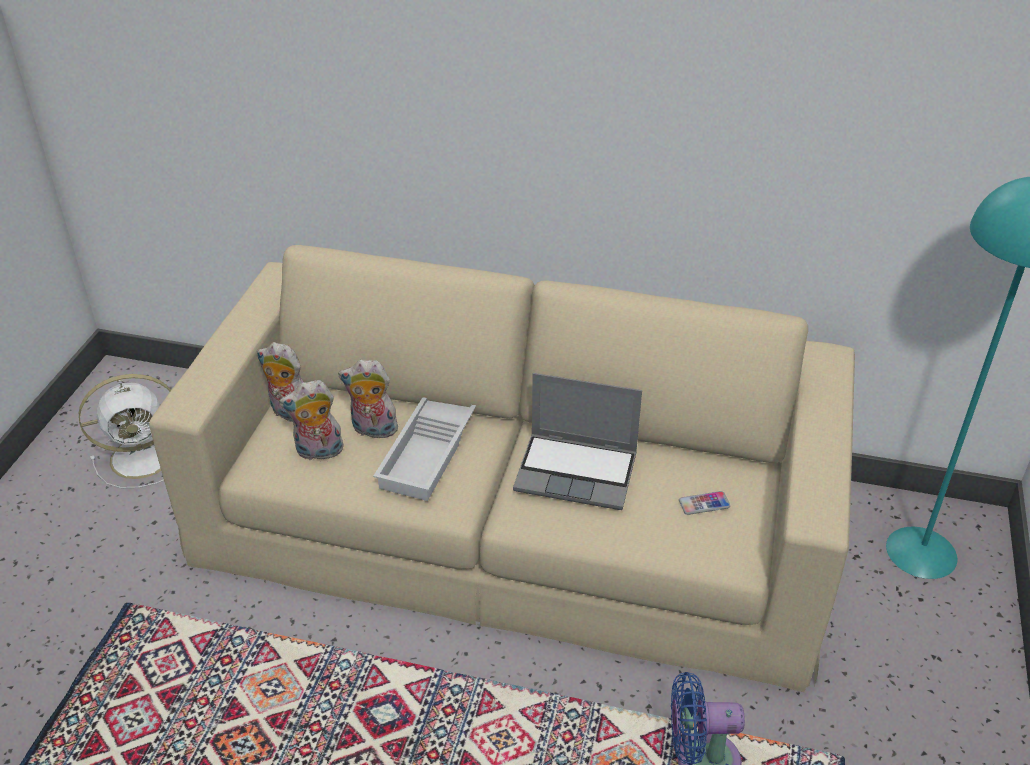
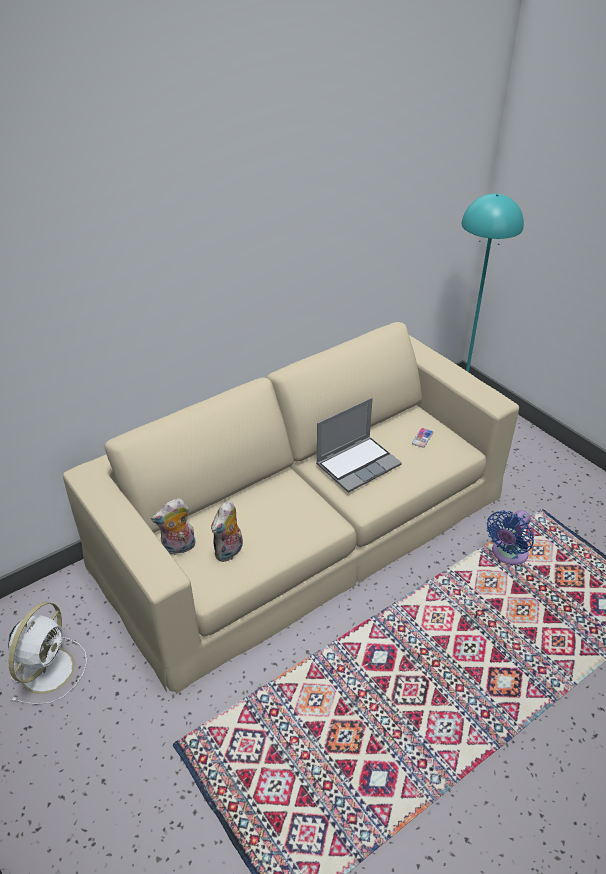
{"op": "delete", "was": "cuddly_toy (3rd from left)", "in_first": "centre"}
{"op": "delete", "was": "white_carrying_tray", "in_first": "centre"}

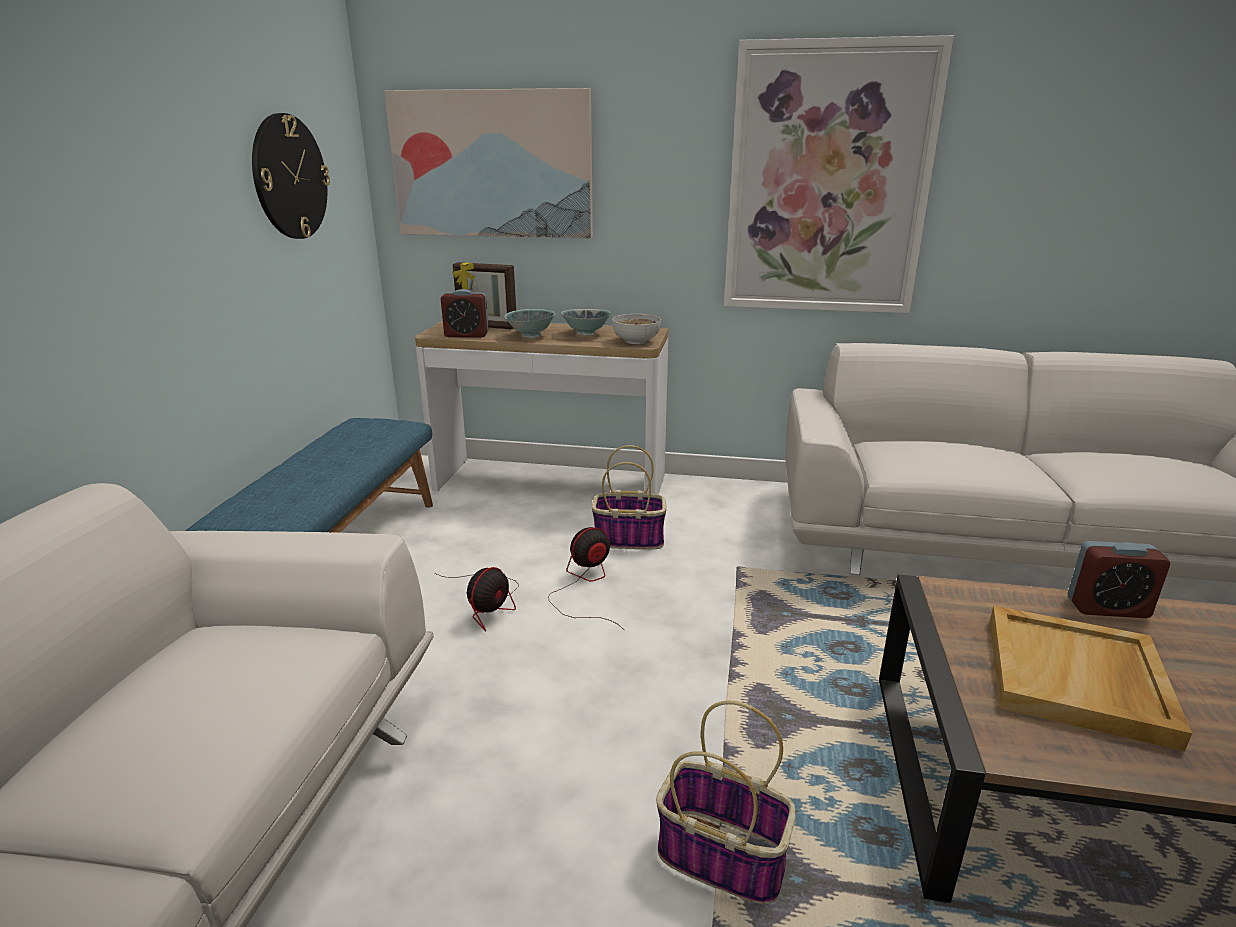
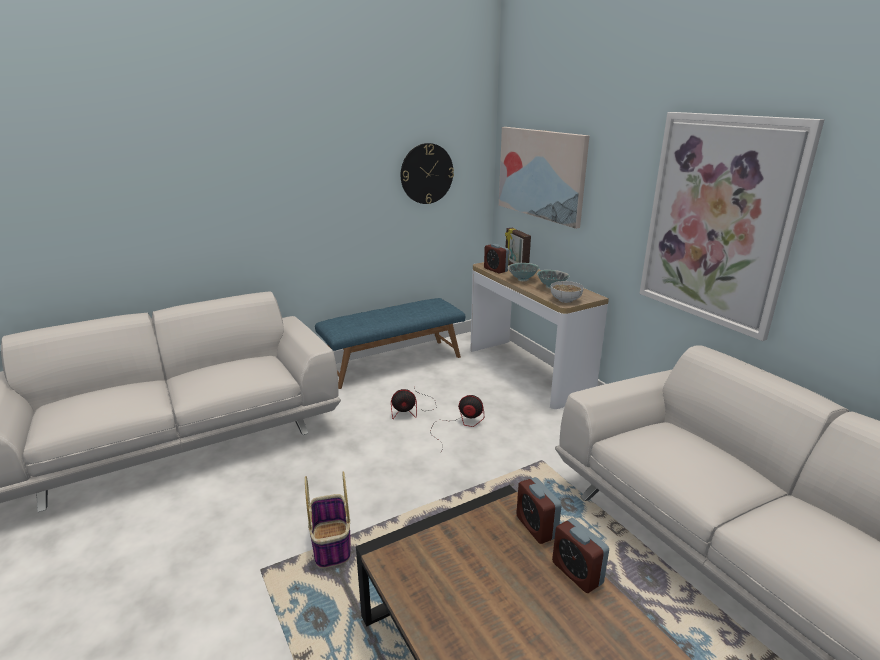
{"op": "delete", "was": "basket (1st from left)", "in_first": "centre"}
{"op": "delete", "was": "sand-coloured_carrying_tray", "in_first": "bottom right"}
{"op": "insert", "now": "table_clock (2nd from left)", "in_second": "bottom centre"}

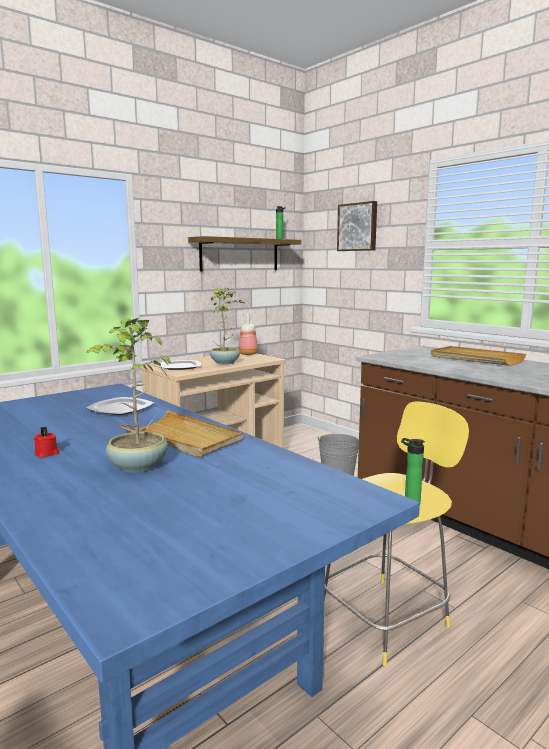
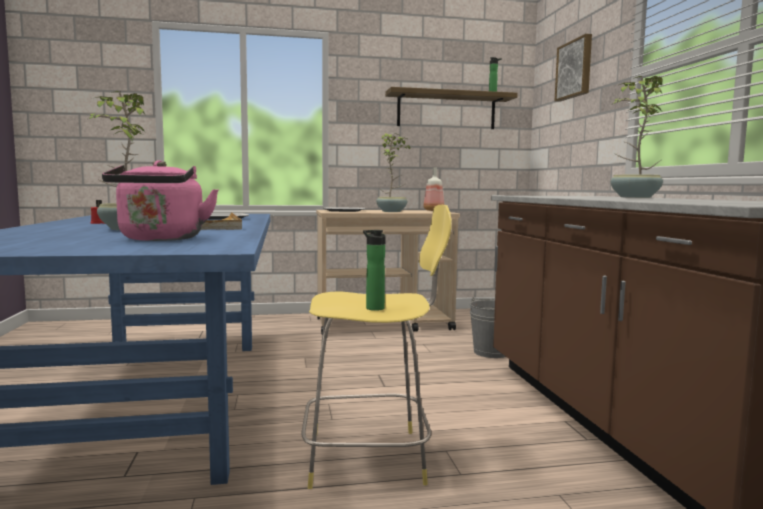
{"op": "replace", "was": "sand-coloured_carrying_tray (2nd from left)", "now": "plant_in_a_pot (3rd from left)", "in_first": "middle right", "in_second": "top right"}
{"op": "insert", "now": "pink-coloured_water_kettle", "in_second": "middle left"}

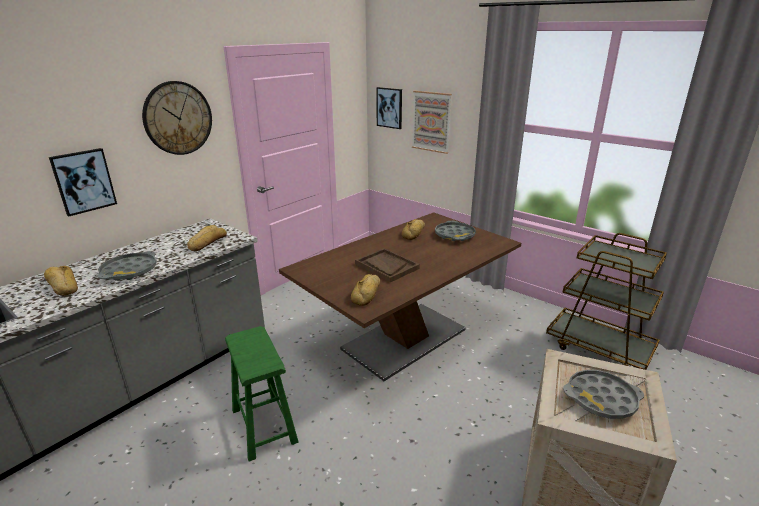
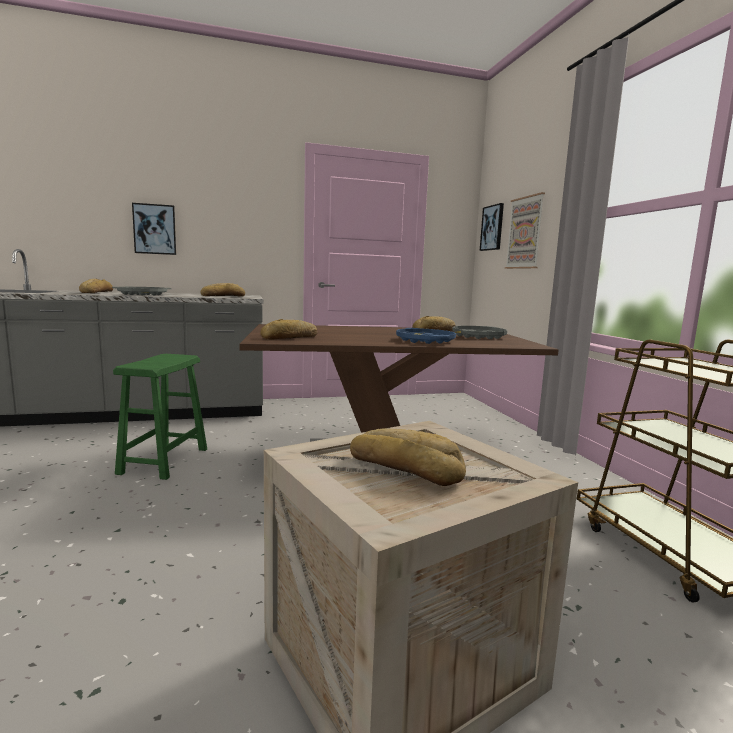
{"op": "delete", "was": "clock_on_the_wall", "in_first": "top left"}
{"op": "delete", "was": "brown_carrying_tray", "in_first": "centre"}
{"op": "replace", "was": "greyish_carrying_tray (3rd from left)", "now": "bread (4th from left)", "in_first": "bottom right", "in_second": "centre"}
{"op": "insert", "now": "bluish_carrying_tray", "in_second": "centre"}

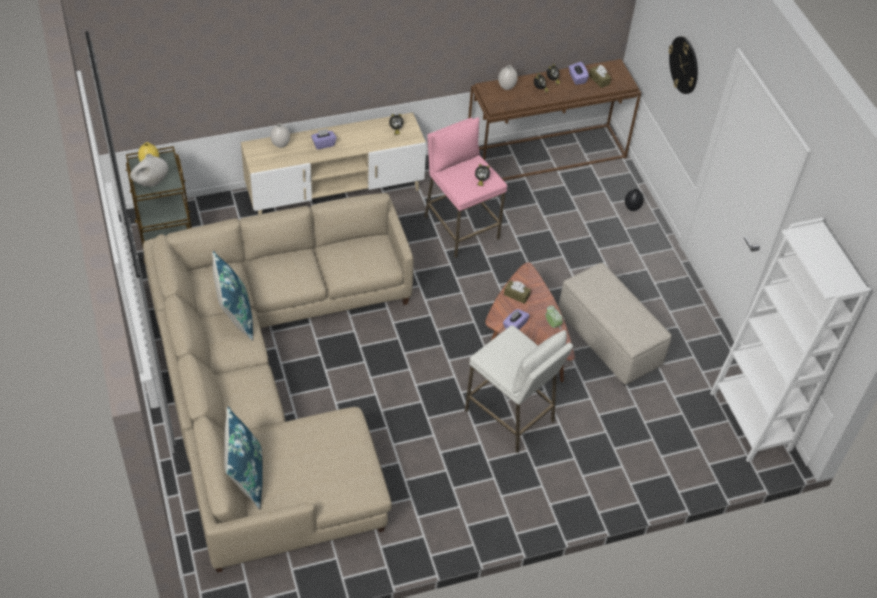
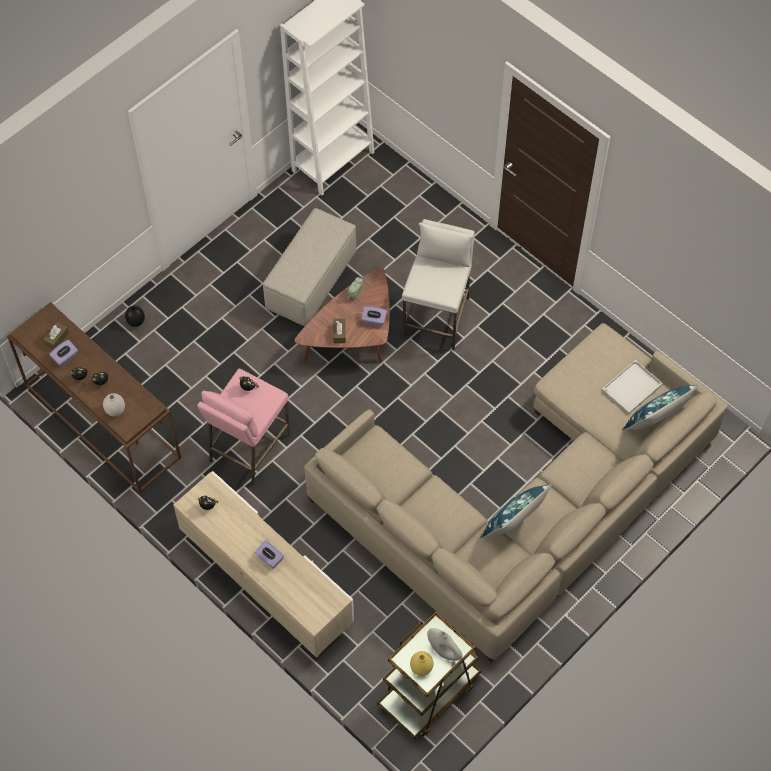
{"op": "delete", "was": "white_decorative_vase (2nd from left)", "in_first": "top left"}
{"op": "delete", "was": "clock_on_the_wall", "in_first": "top right"}
{"op": "insert", "now": "white_carrying_tray", "in_second": "middle right"}

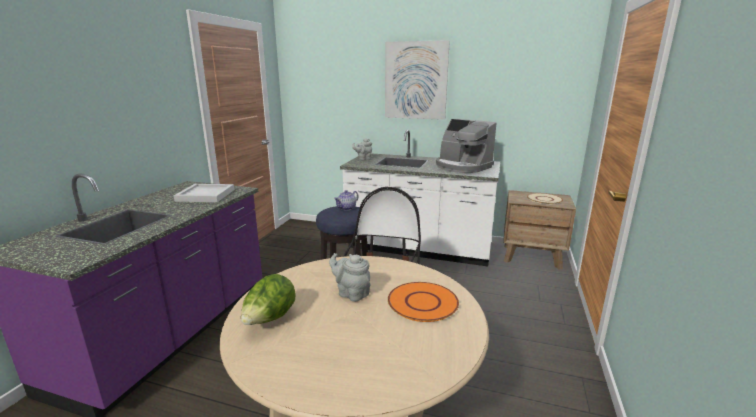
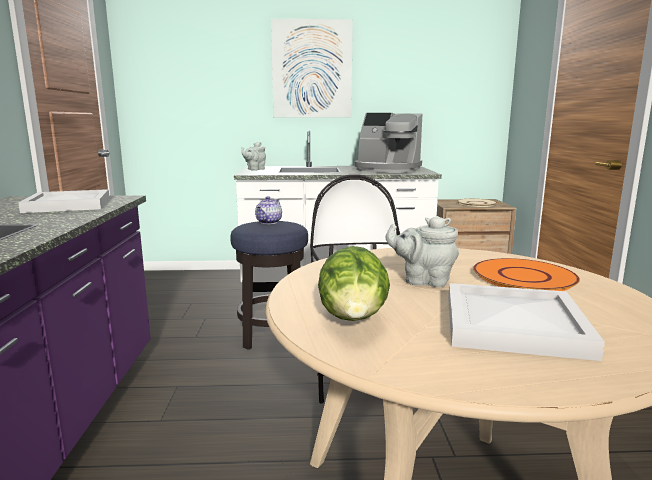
{"op": "insert", "now": "white_carrying_tray (2nd from left)", "in_second": "bottom right"}

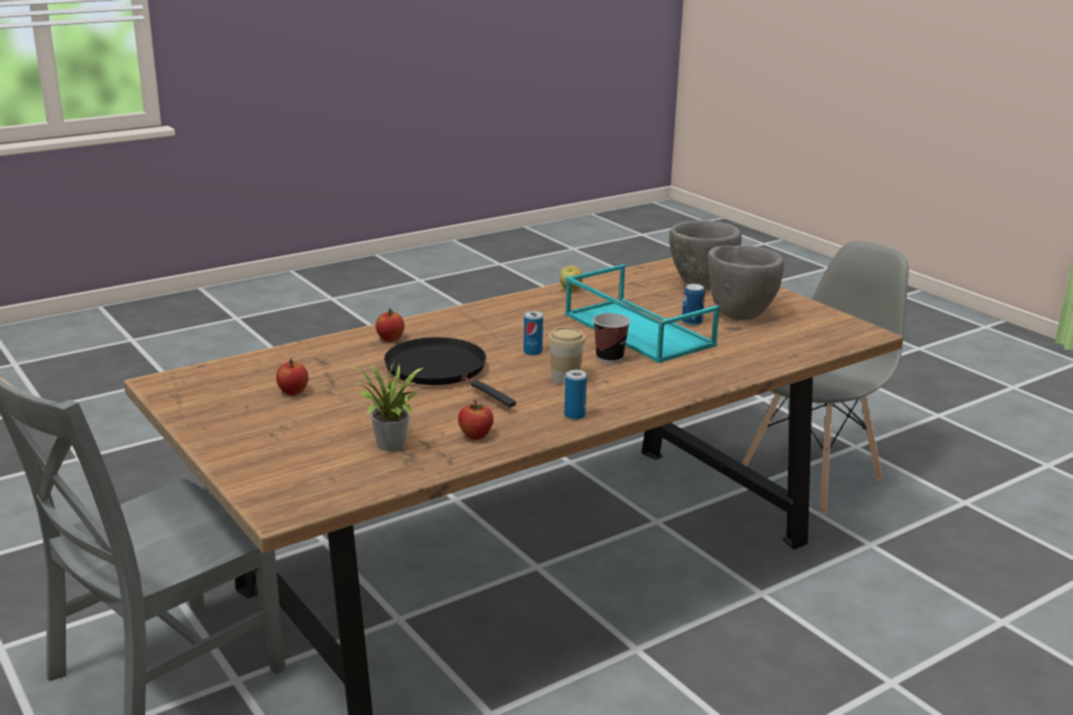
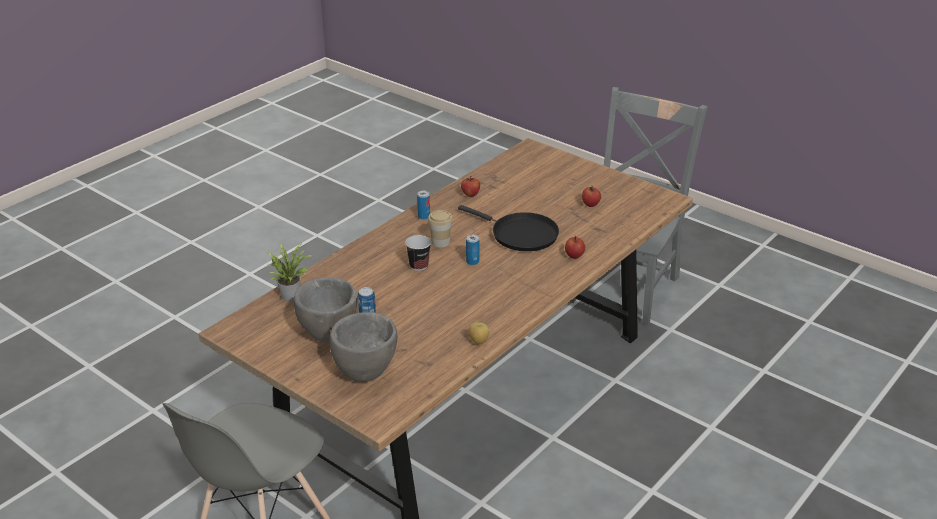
{"op": "move", "was": "plant_in_a_pot", "in_first": "centre", "in_second": "middle left"}
{"op": "delete", "was": "turquoise-coloured_carrying_tray", "in_first": "centre"}

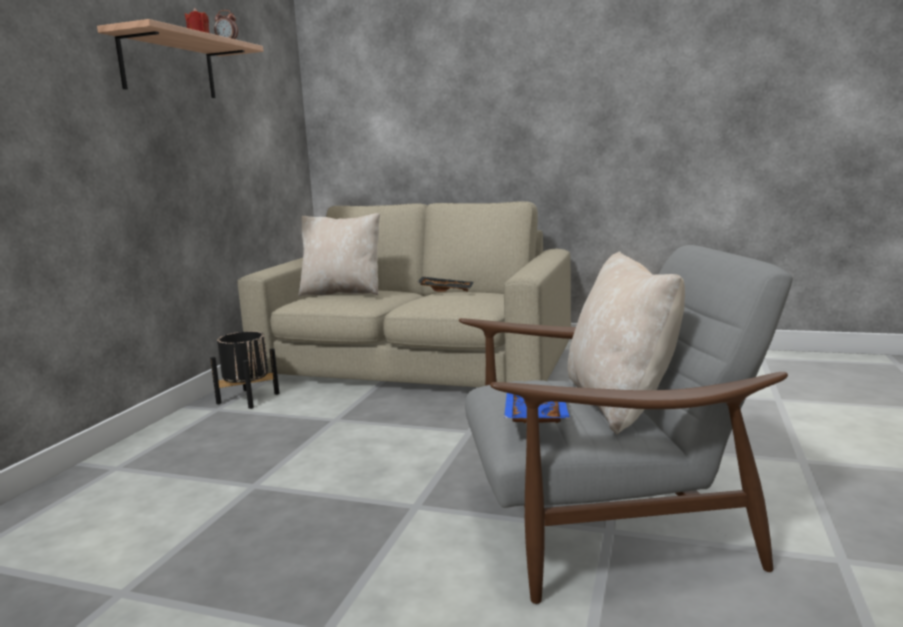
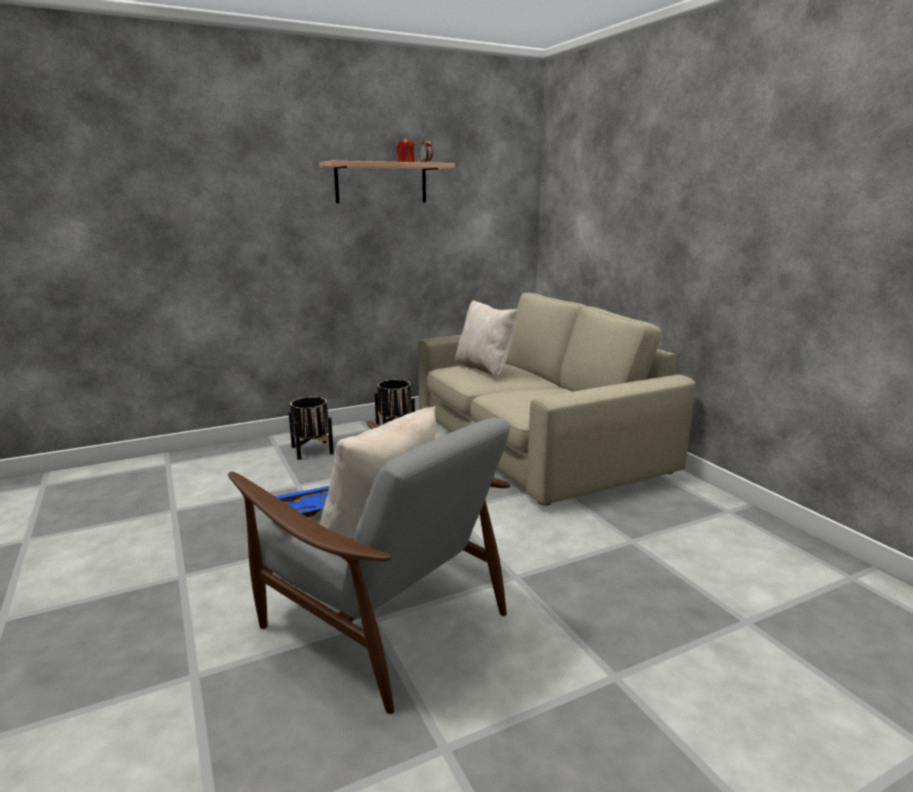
{"op": "delete", "was": "black_carrying_tray", "in_first": "centre"}
{"op": "insert", "now": "black_plant_pot (1st from left)", "in_second": "centre"}

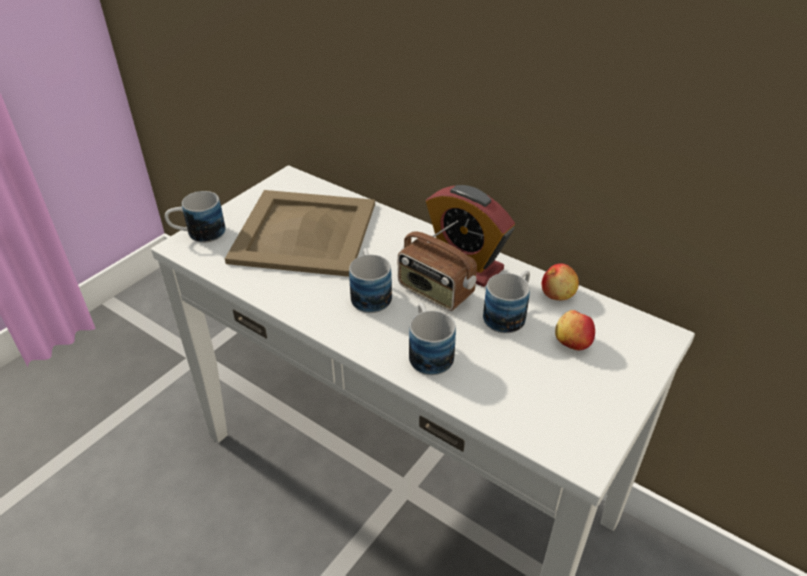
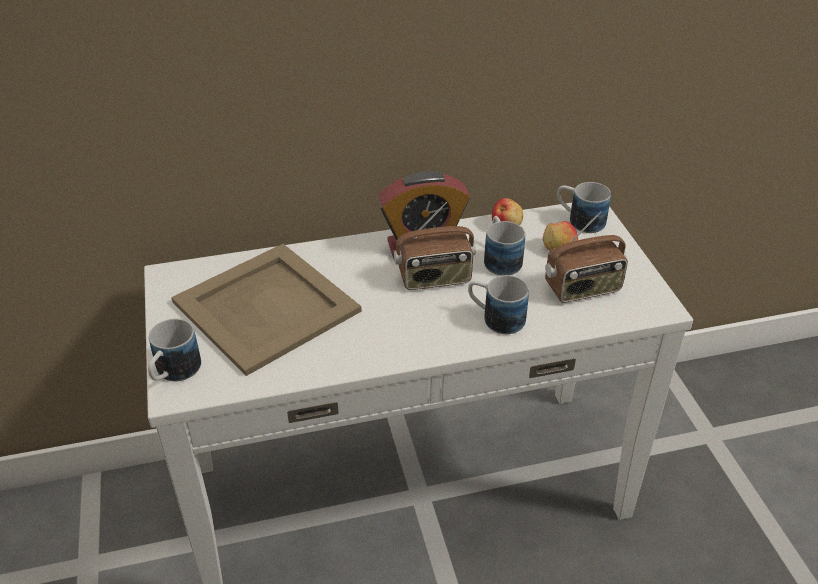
{"op": "move", "was": "coffee_mug (2nd from left in the first image)", "now": "coffee_mug (4th from left)", "in_first": "centre", "in_second": "middle right"}
{"op": "insert", "now": "radio_receiver (2nd from left)", "in_second": "middle right"}

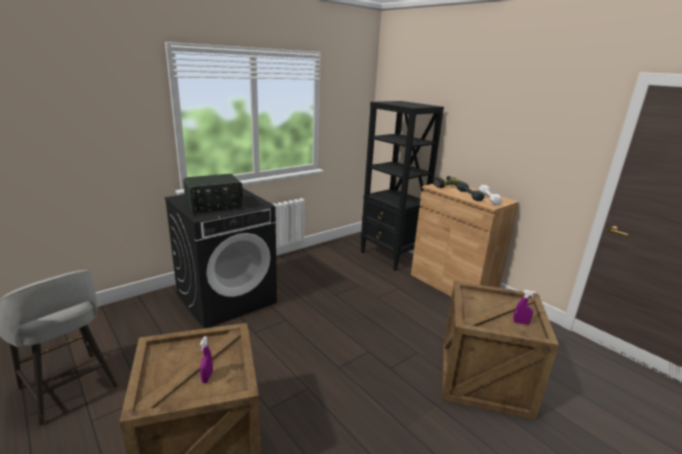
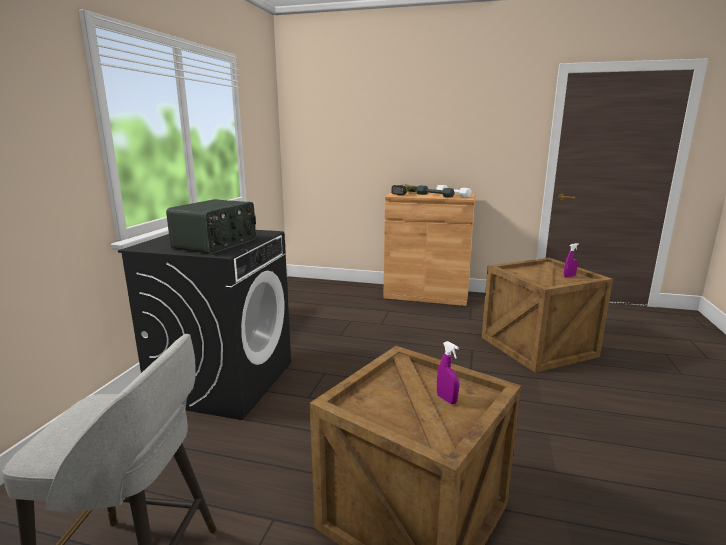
{"op": "delete", "was": "black_shelving_unit", "in_first": "centre"}

